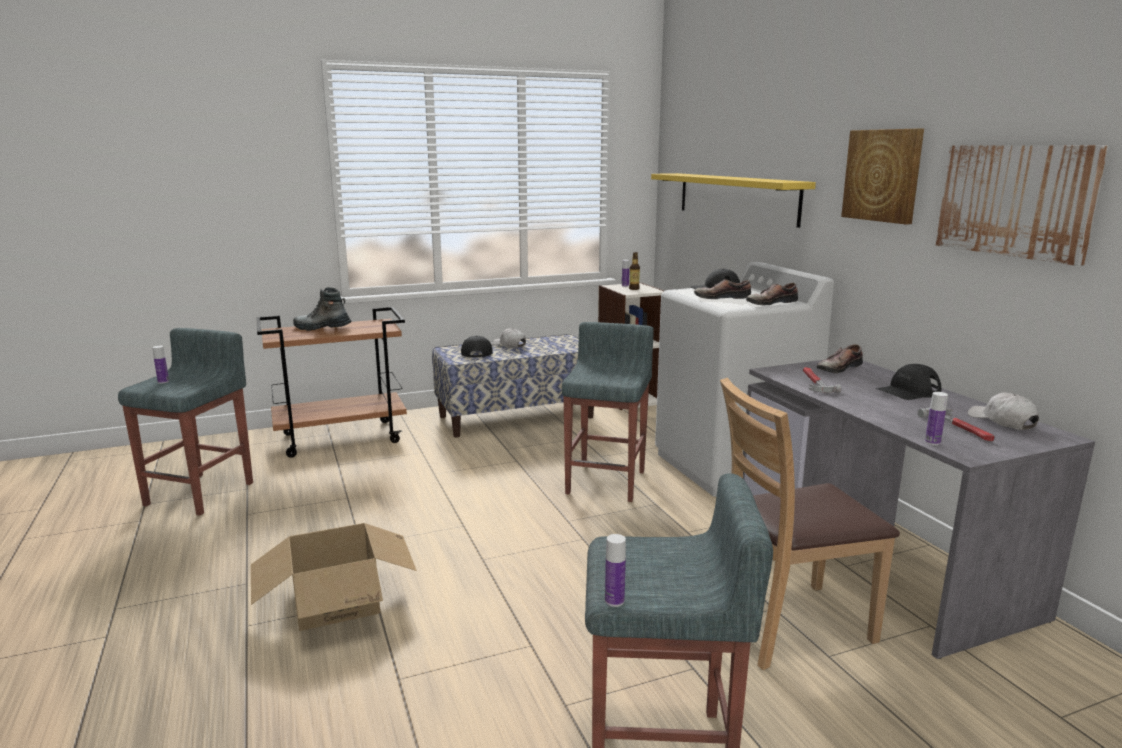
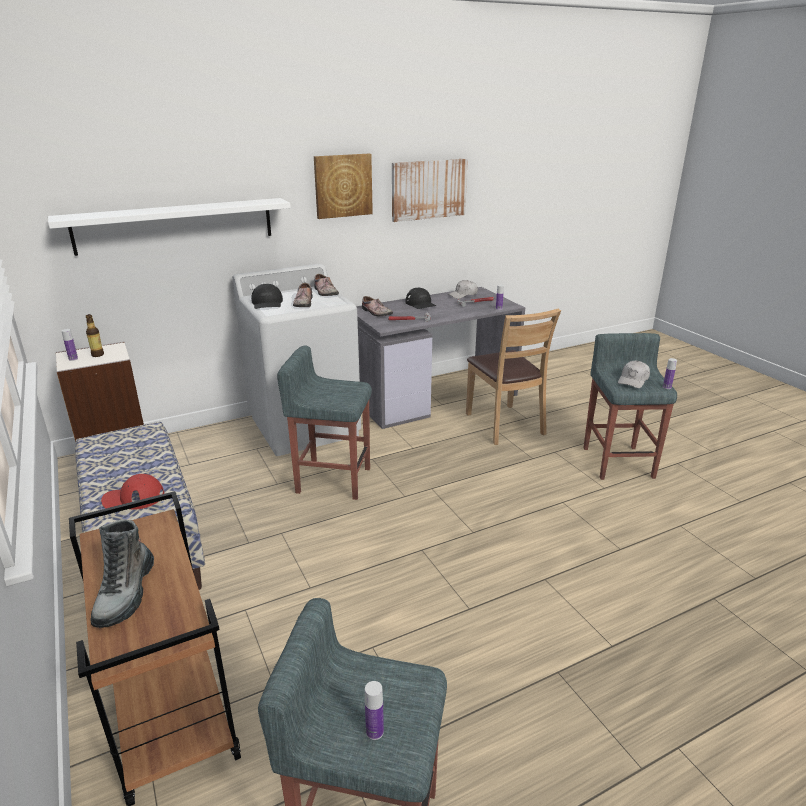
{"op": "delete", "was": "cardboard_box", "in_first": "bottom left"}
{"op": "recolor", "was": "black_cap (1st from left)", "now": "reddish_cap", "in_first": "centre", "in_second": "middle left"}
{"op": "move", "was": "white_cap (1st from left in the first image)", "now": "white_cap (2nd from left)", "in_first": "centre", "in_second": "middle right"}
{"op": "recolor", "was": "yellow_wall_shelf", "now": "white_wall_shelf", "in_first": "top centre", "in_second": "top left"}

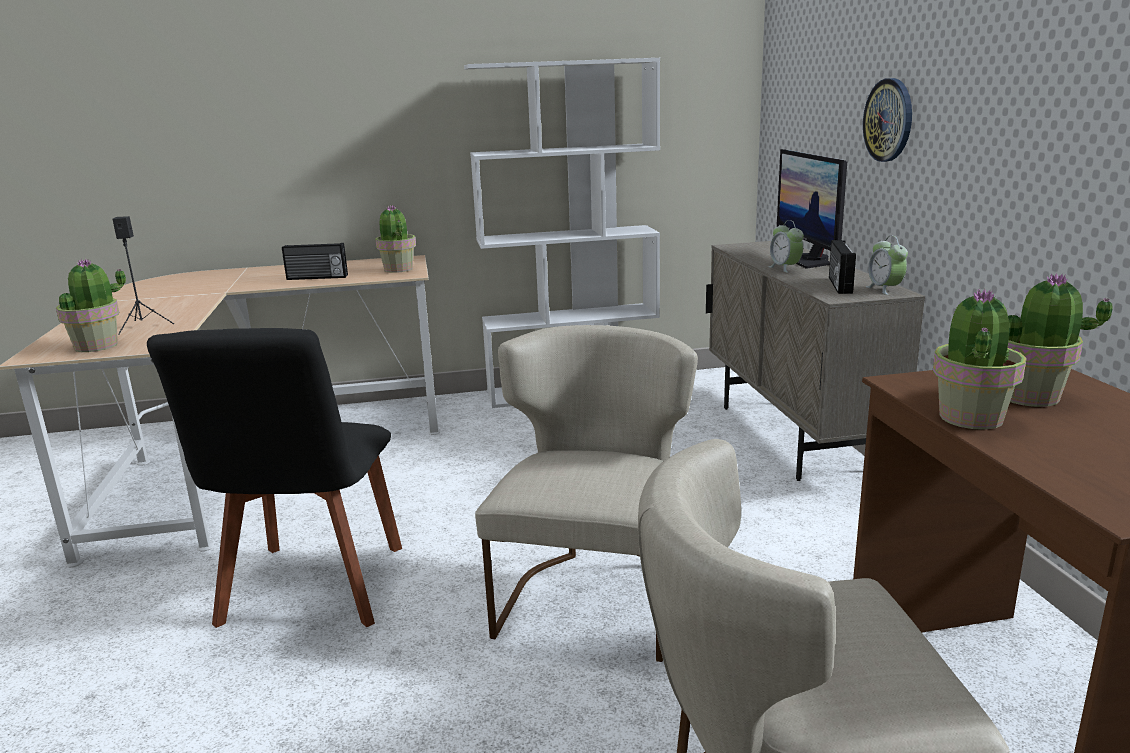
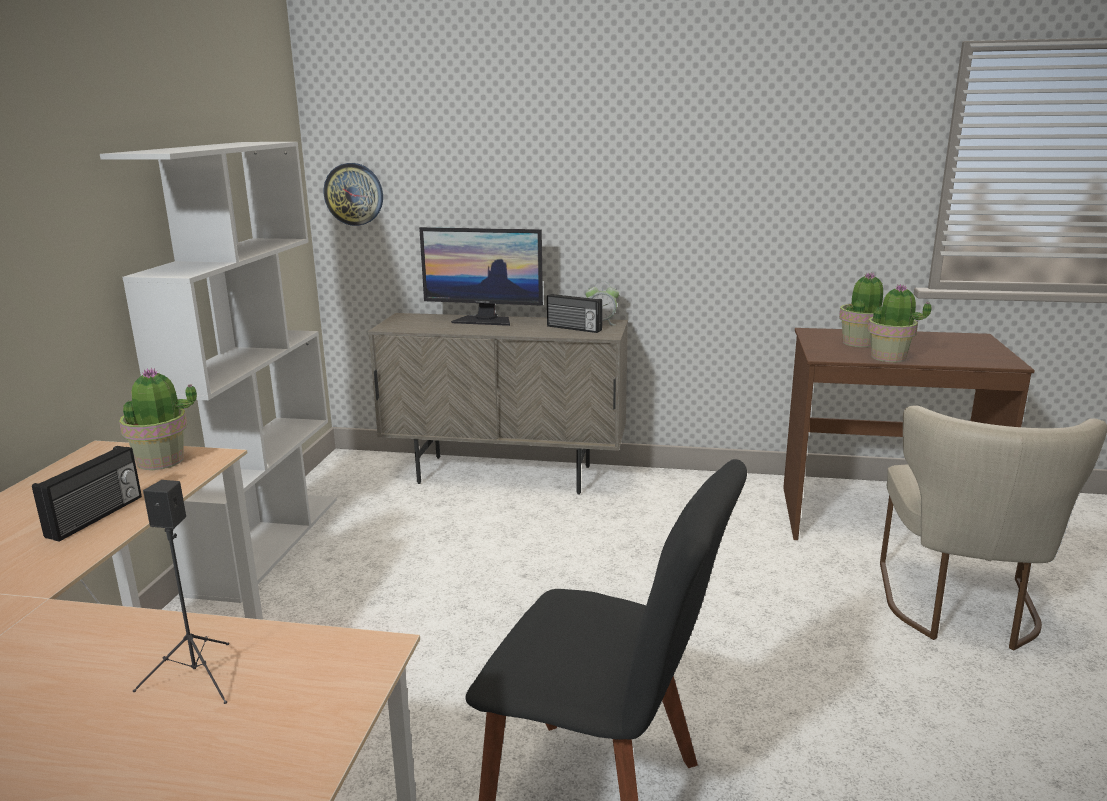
{"op": "delete", "was": "plant_in_a_pot (1st from left)", "in_first": "middle left"}
{"op": "delete", "was": "sand-coloured_chair (1st from left)", "in_first": "centre"}
{"op": "delete", "was": "table_clock (1st from left)", "in_first": "top right"}
{"op": "move", "was": "clock_on_the_wall", "in_first": "top right", "in_second": "top left"}

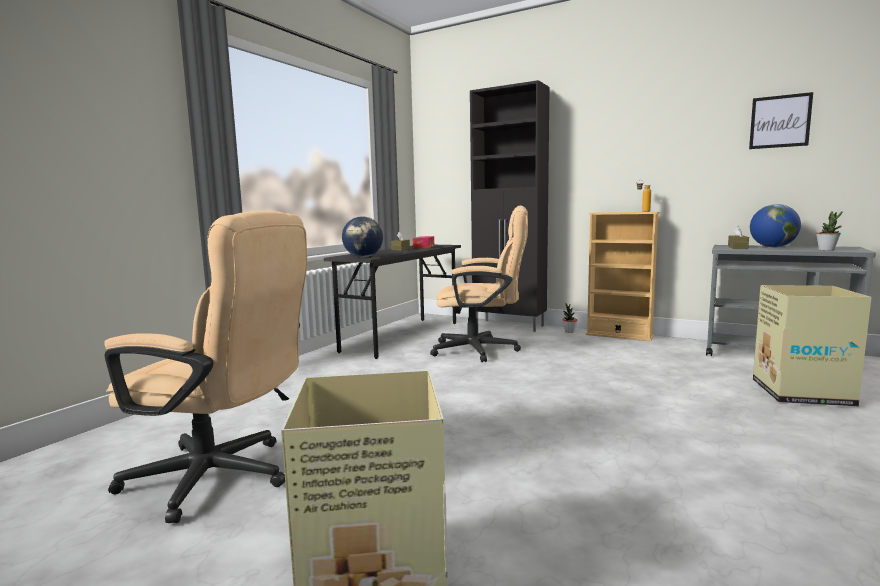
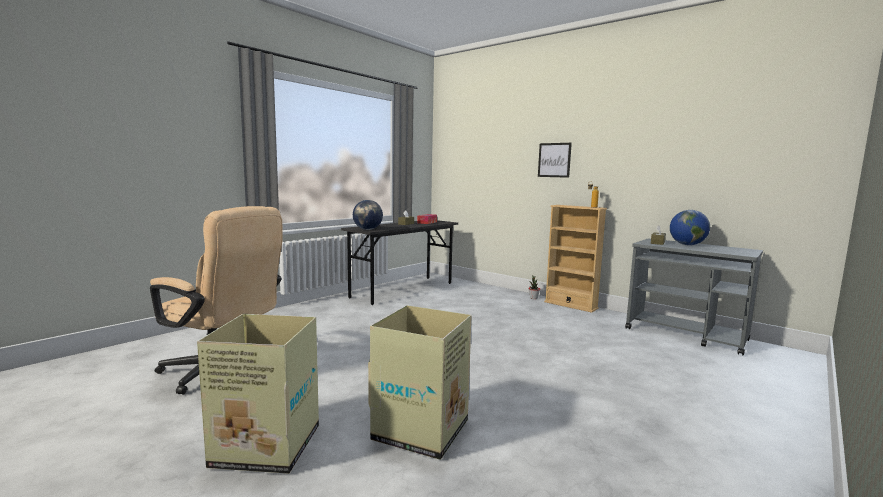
{"op": "delete", "was": "sand-coloured_desk_chair (2nd from left)", "in_first": "centre"}
{"op": "delete", "was": "black_storage_cabinet", "in_first": "centre"}
{"op": "move", "was": "wall_picture", "in_first": "top right", "in_second": "top centre"}
{"op": "move", "was": "cardboard_box (2nd from left)", "in_first": "middle right", "in_second": "bottom centre"}
{"op": "delete", "was": "plant_in_a_pot (2nd from left)", "in_first": "middle right"}

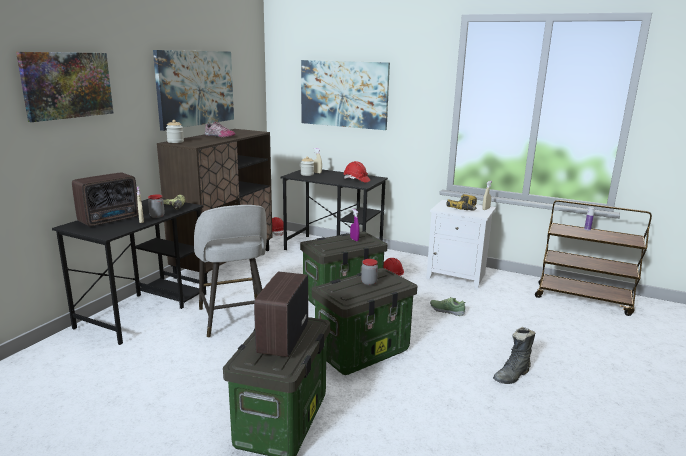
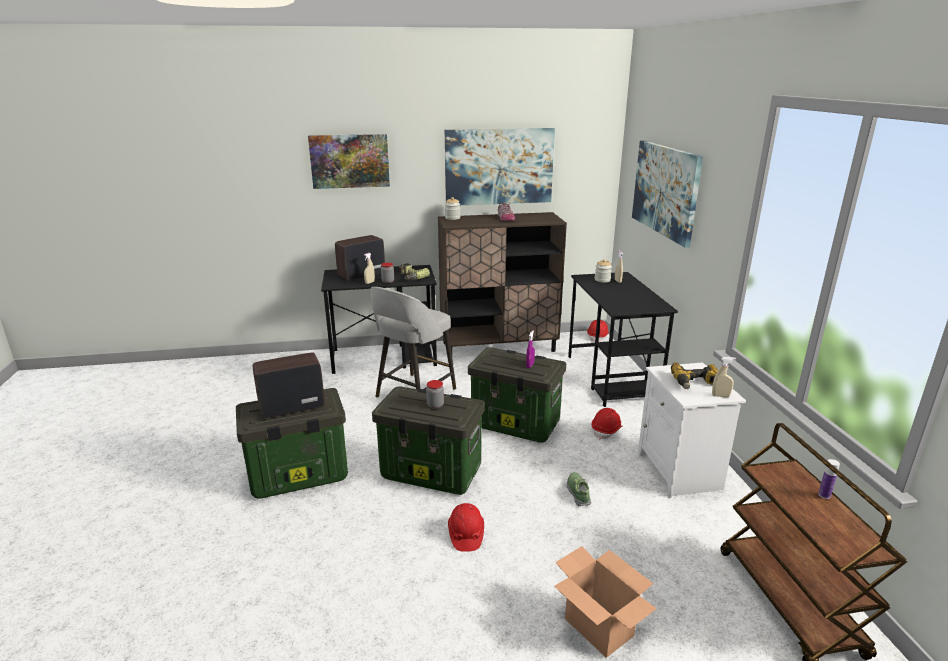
{"op": "rotate", "was": "radio_receiver (1st from left in the first image)", "in_first": "middle left", "in_second": "centre", "clockwise": 135}
{"op": "move", "was": "reddish_work_helmet (2nd from left in the first image)", "now": "reddish_work_helmet (1st from left)", "in_first": "centre", "in_second": "bottom centre"}
{"op": "delete", "was": "black_boot", "in_first": "bottom right"}
{"op": "insert", "now": "cardboard_box", "in_second": "bottom centre"}

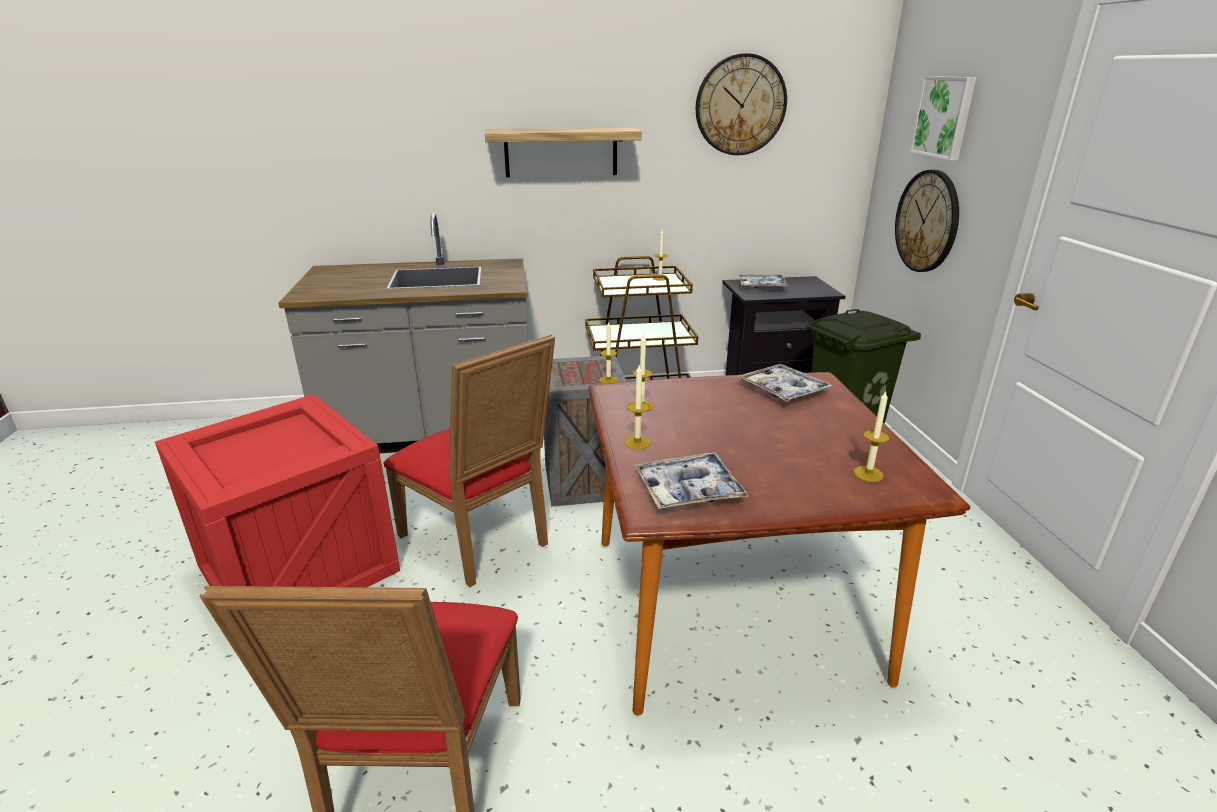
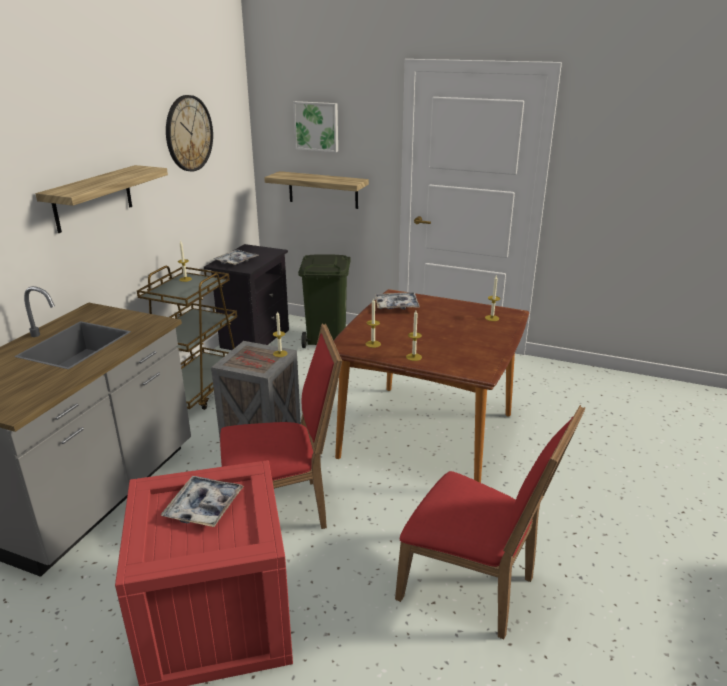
{"op": "move", "was": "carrying_tray (1st from left)", "in_first": "centre", "in_second": "bottom left"}
{"op": "replace", "was": "clock_on_the_wall (2nd from left)", "now": "wall_shelf (2nd from left)", "in_first": "top right", "in_second": "top centre"}

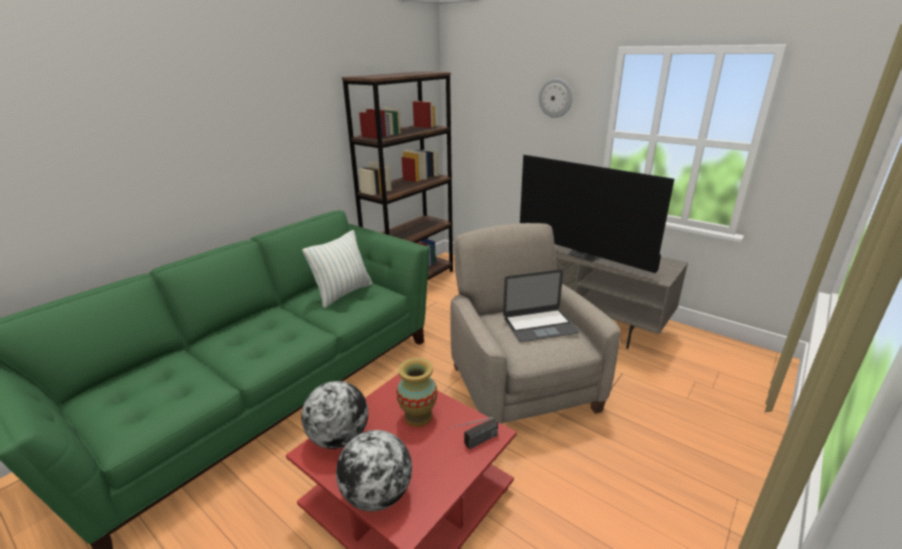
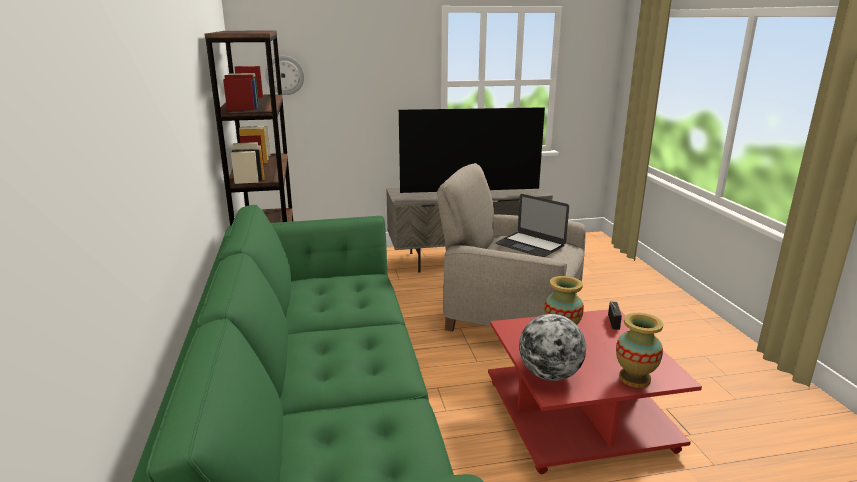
{"op": "delete", "was": "throw_pillow", "in_first": "centre"}
{"op": "replace", "was": "world_globe (2nd from left)", "now": "decorative_vase (2nd from left)", "in_first": "bottom centre", "in_second": "bottom right"}
{"op": "rotate", "was": "notebook_computer", "in_first": "centre", "in_second": "centre", "clockwise": 105}
{"op": "move", "was": "clock_on_the_wall", "in_first": "top centre", "in_second": "top left"}

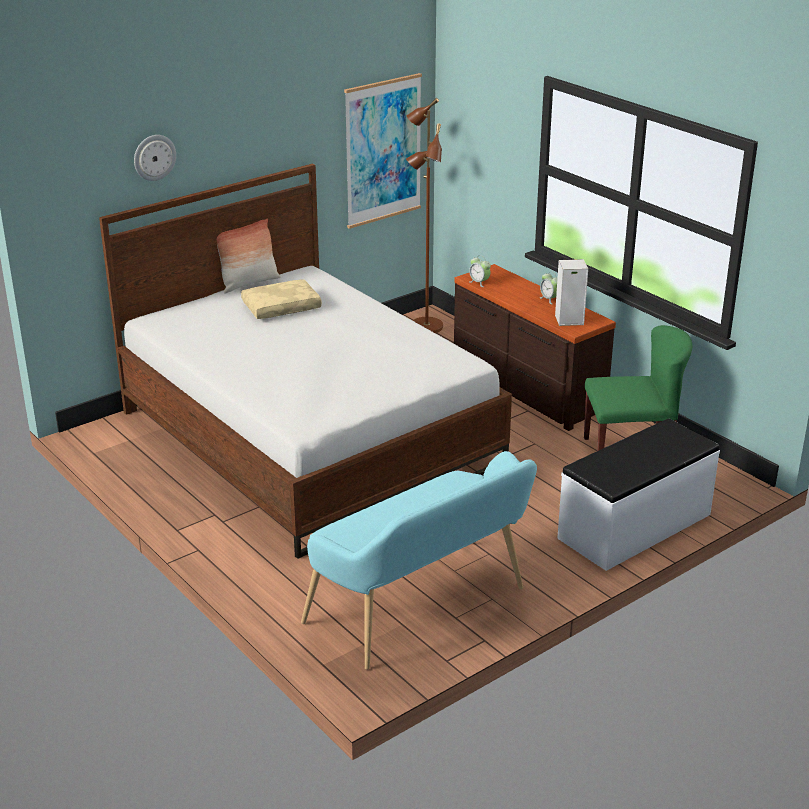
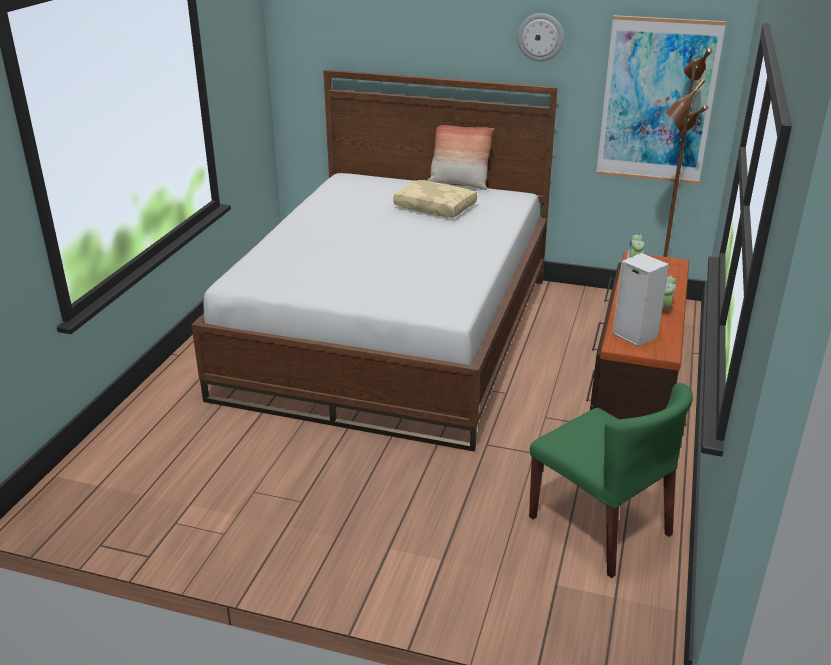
{"op": "move", "was": "clock_on_the_wall", "in_first": "top left", "in_second": "top centre"}
{"op": "delete", "was": "turquoise-coloured_long_seat", "in_first": "bottom centre"}
{"op": "delete", "was": "white_long_seat", "in_first": "middle right"}

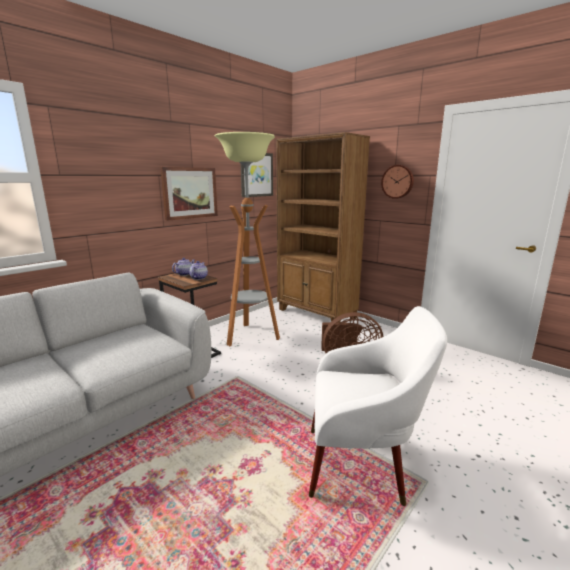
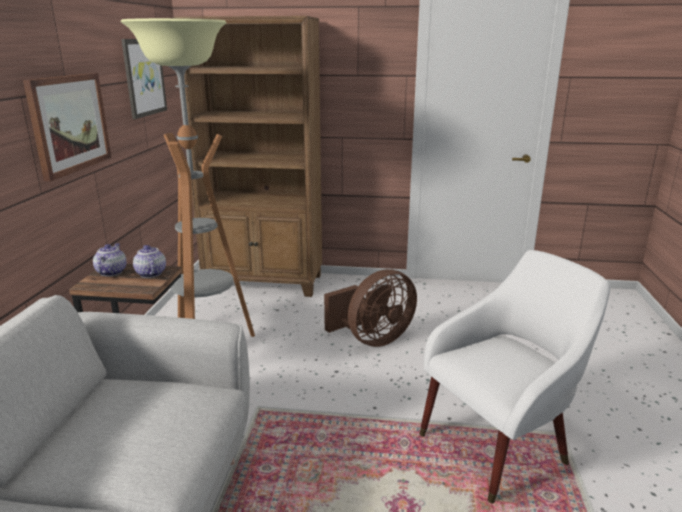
{"op": "delete", "was": "clock_on_the_wall", "in_first": "top right"}

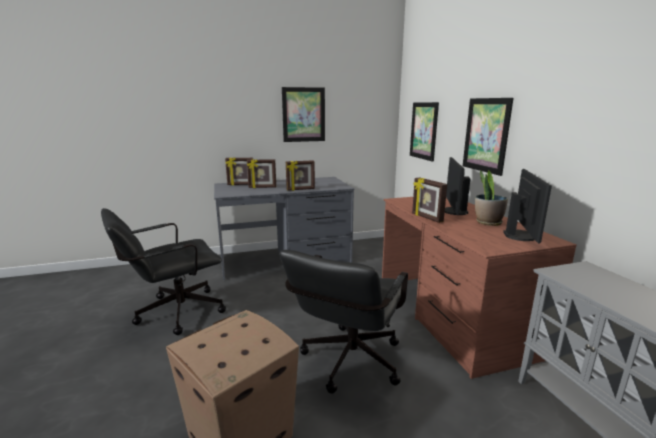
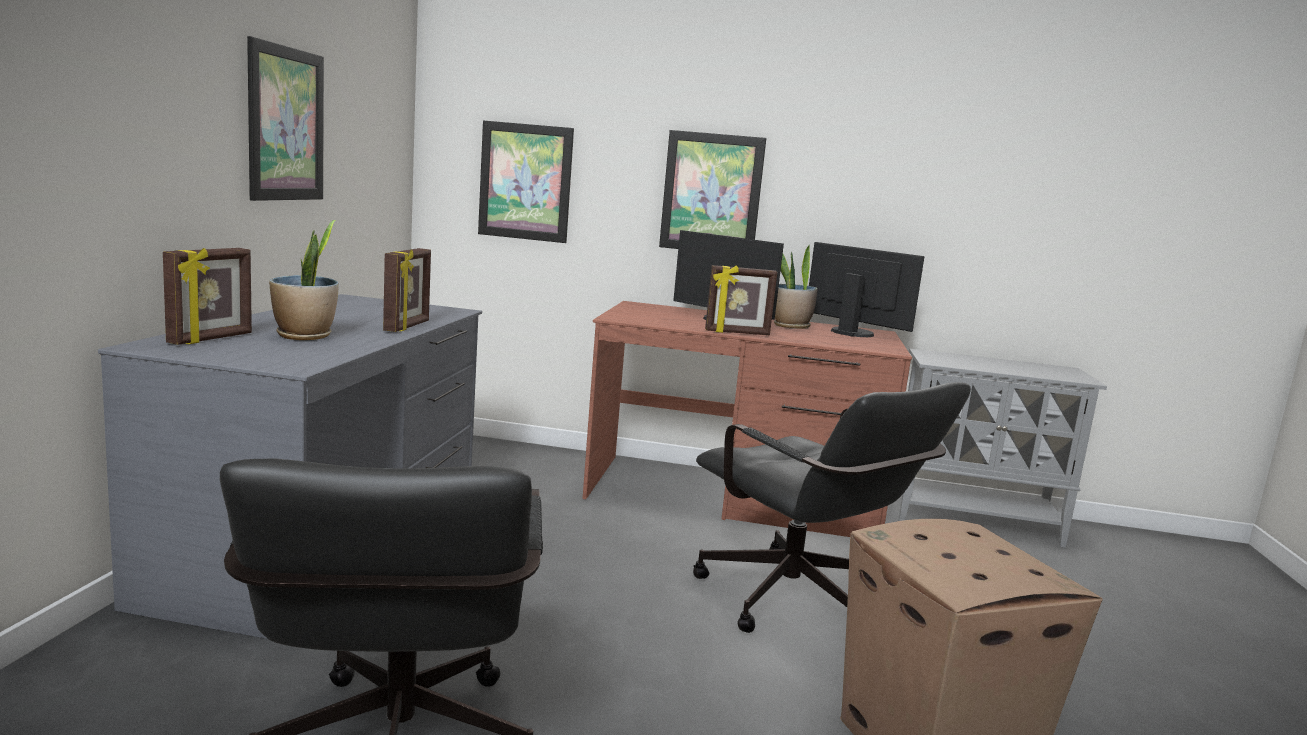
{"op": "replace", "was": "picture_frame (2nd from left)", "now": "plant_in_a_pot (1st from left)", "in_first": "centre", "in_second": "middle left"}

